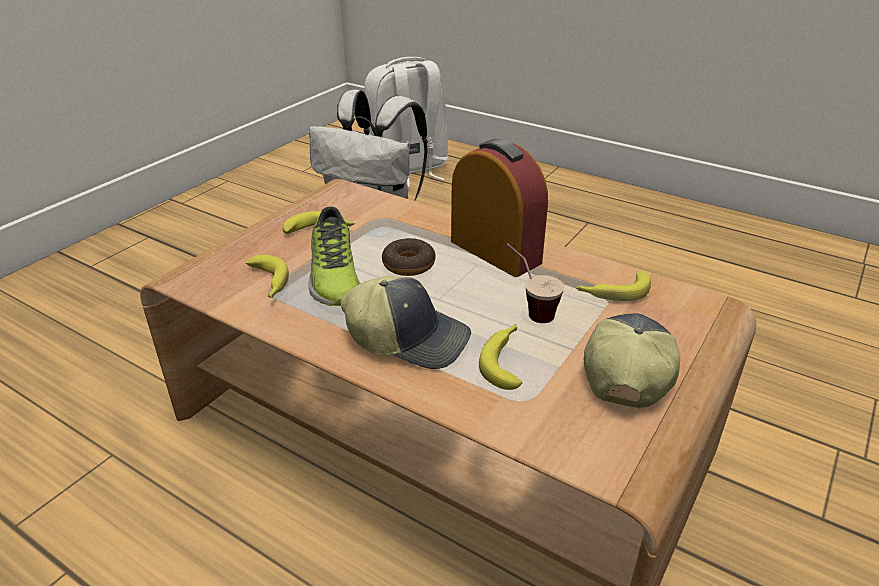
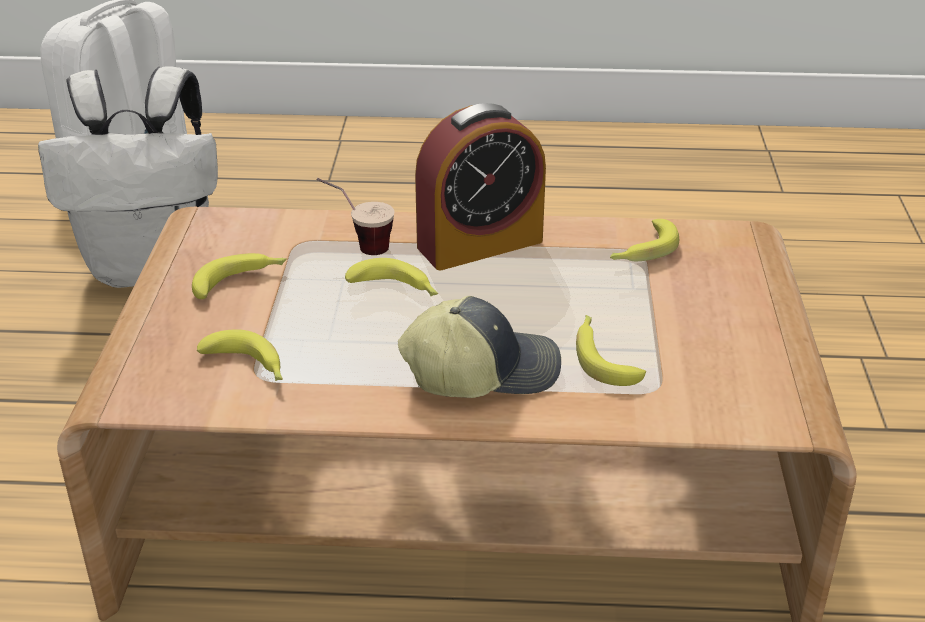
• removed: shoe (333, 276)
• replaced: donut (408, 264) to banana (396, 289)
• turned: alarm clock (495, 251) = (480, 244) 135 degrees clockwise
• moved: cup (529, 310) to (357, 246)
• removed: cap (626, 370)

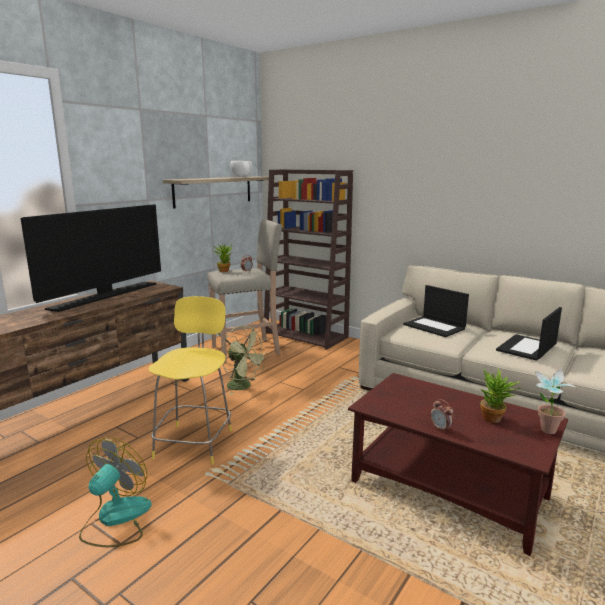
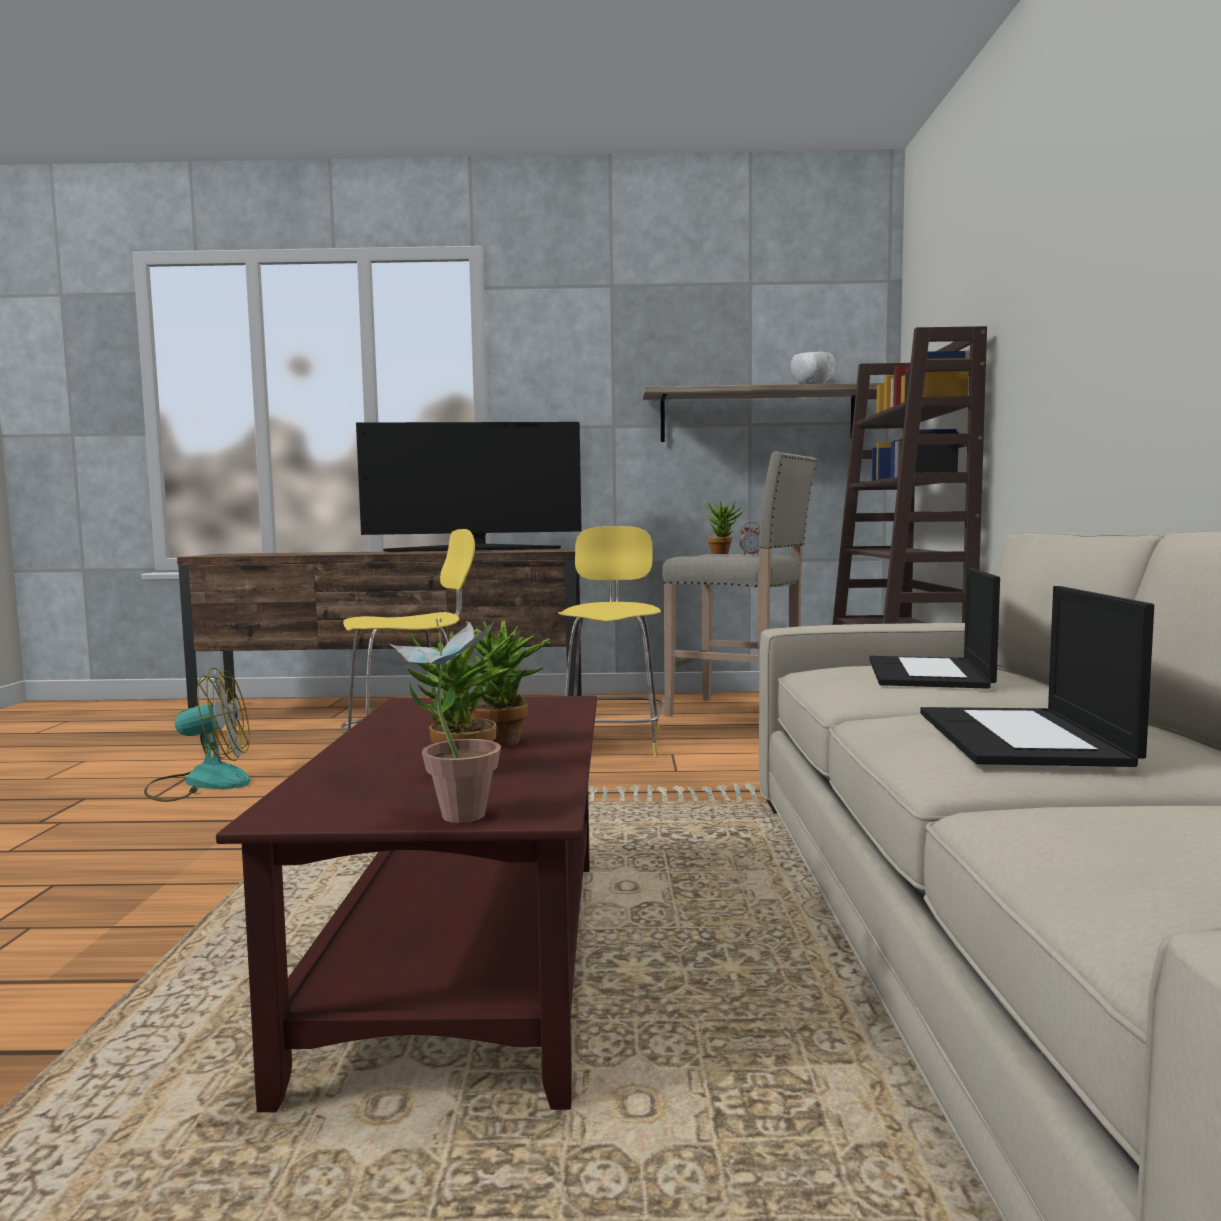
• replaced: green fan (243, 386) to yellow stool (612, 742)
• removed: alarm clock (441, 428)
• turned: laptop (527, 348) = (1023, 738) 90 degrees counterclockwise
• added: potted plant (507, 743)

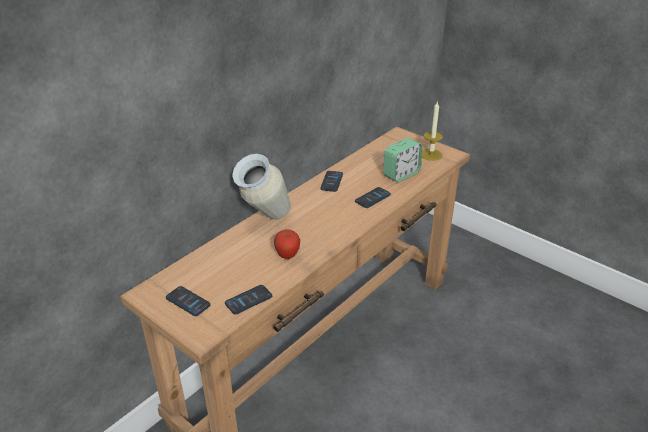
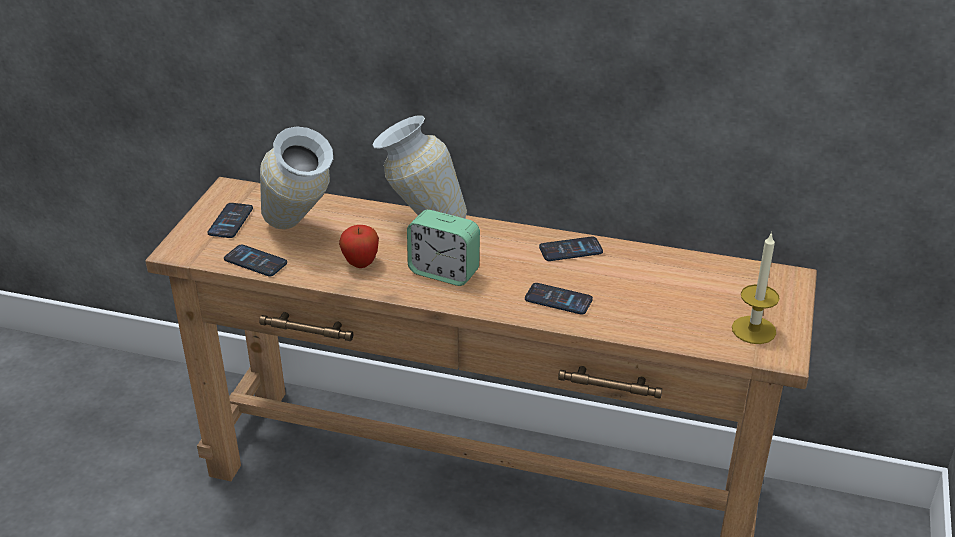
• moved: alarm clock (401, 174) to (444, 272)
• added: vase (299, 235)

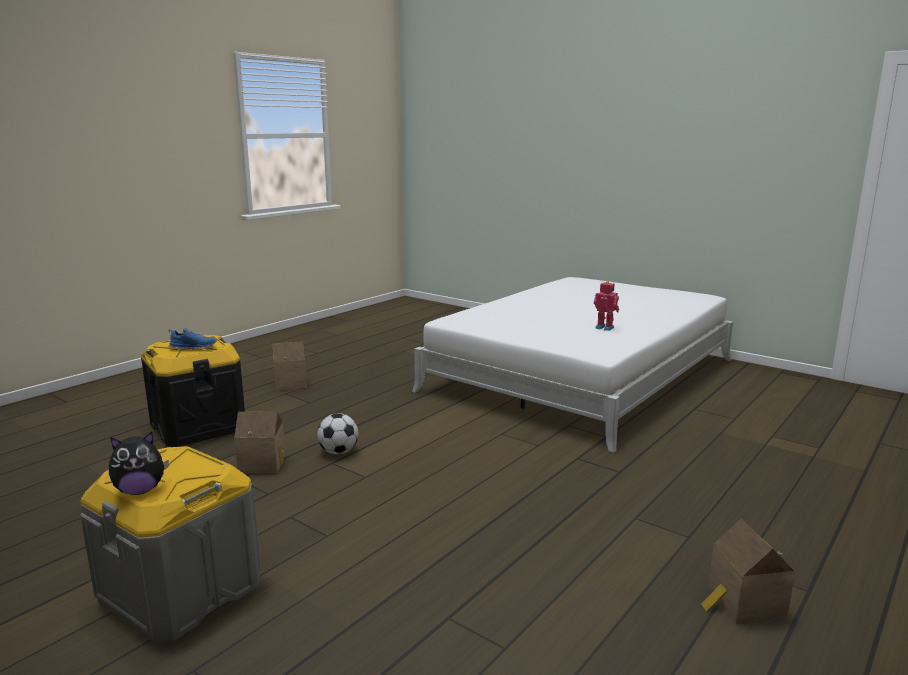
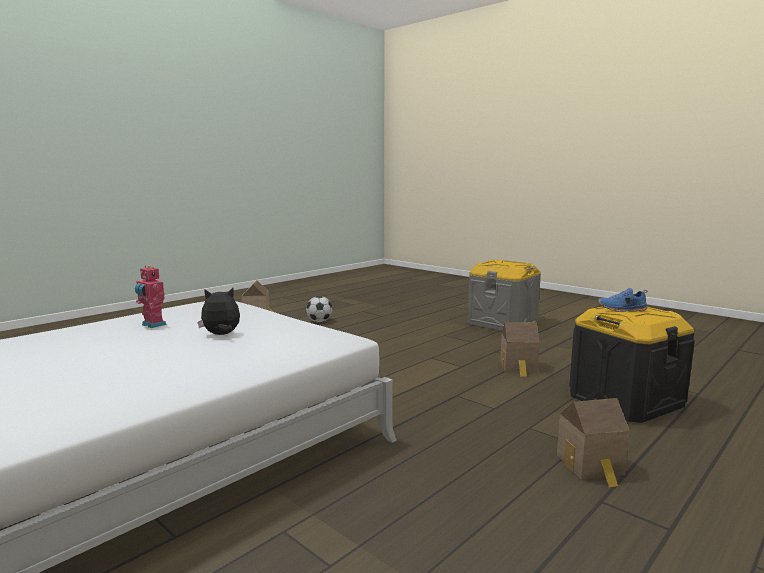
• moved: plush toy (140, 490) to (221, 335)
• moved: football (338, 452) to (319, 321)

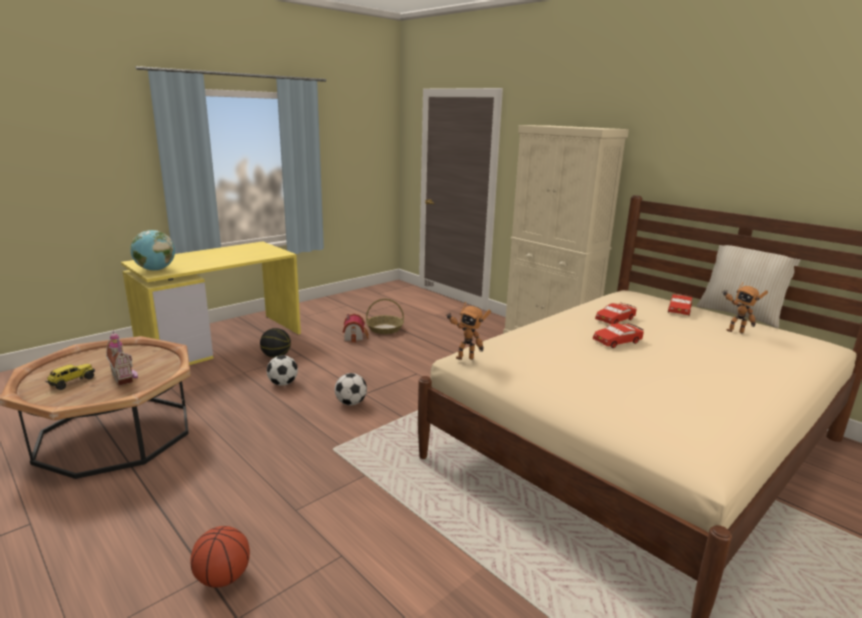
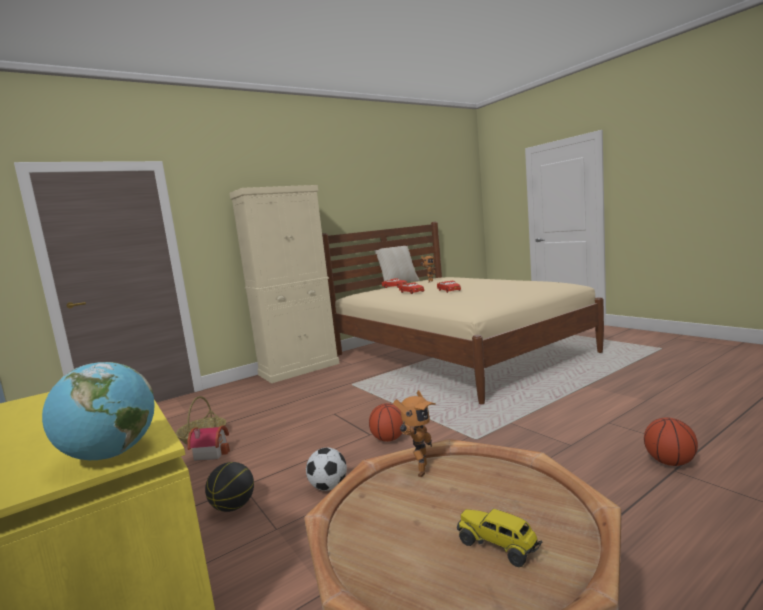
• removed: toy house (125, 377)
• replaced: football (351, 403) to basketball (389, 439)
• moved: toy robot (464, 357) to (418, 470)

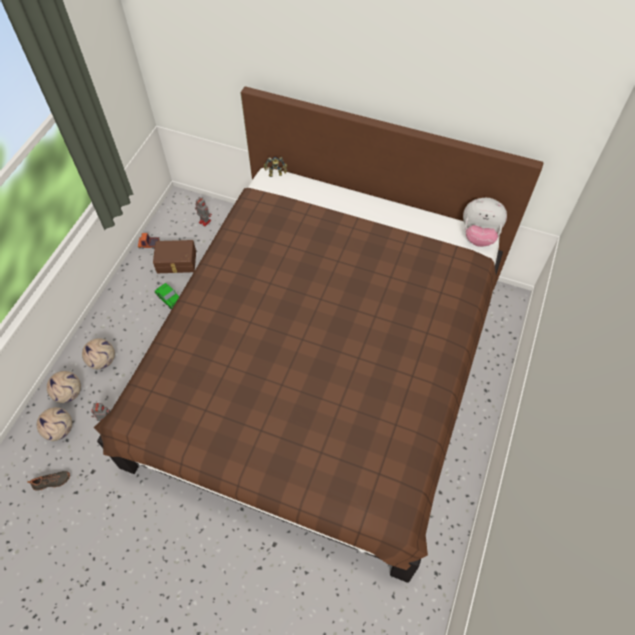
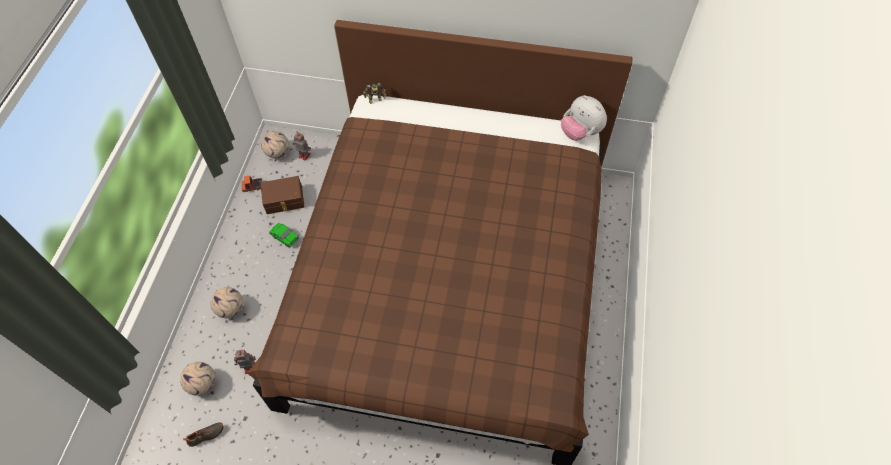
• moved: football (69, 393) to (278, 153)
• turned: plush toy (479, 235) = (580, 132) 45 degrees clockwise

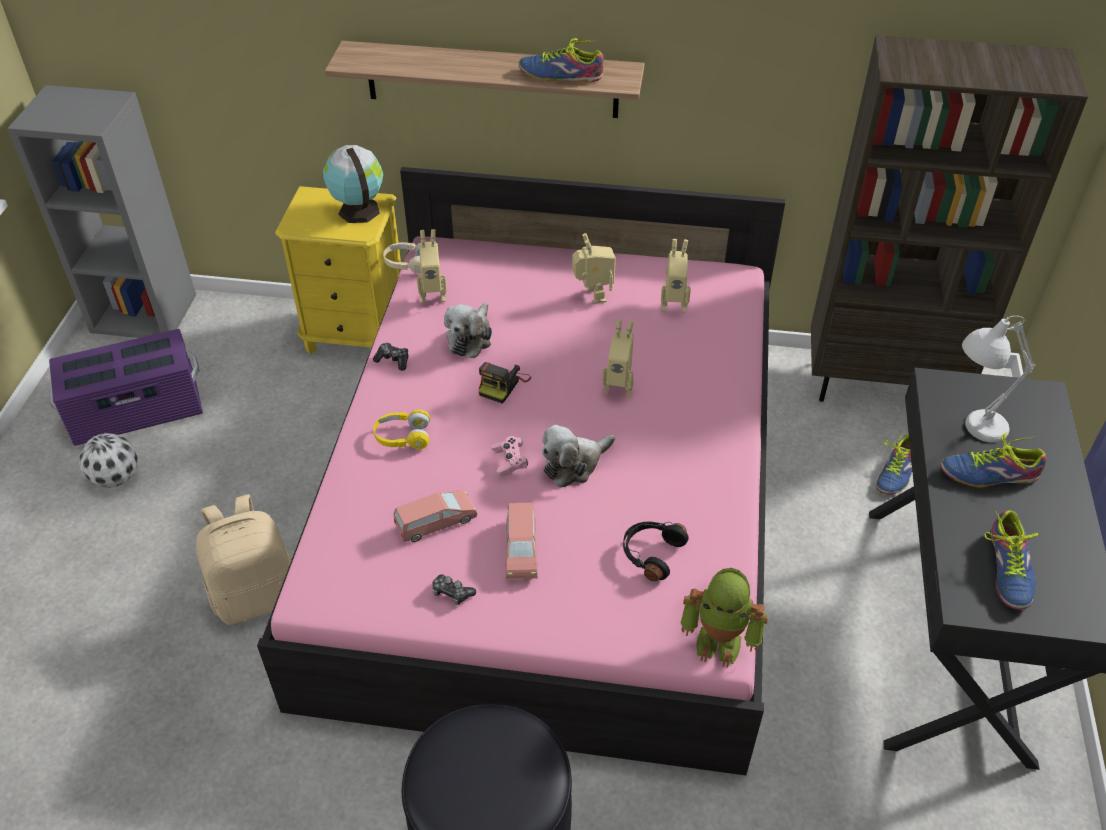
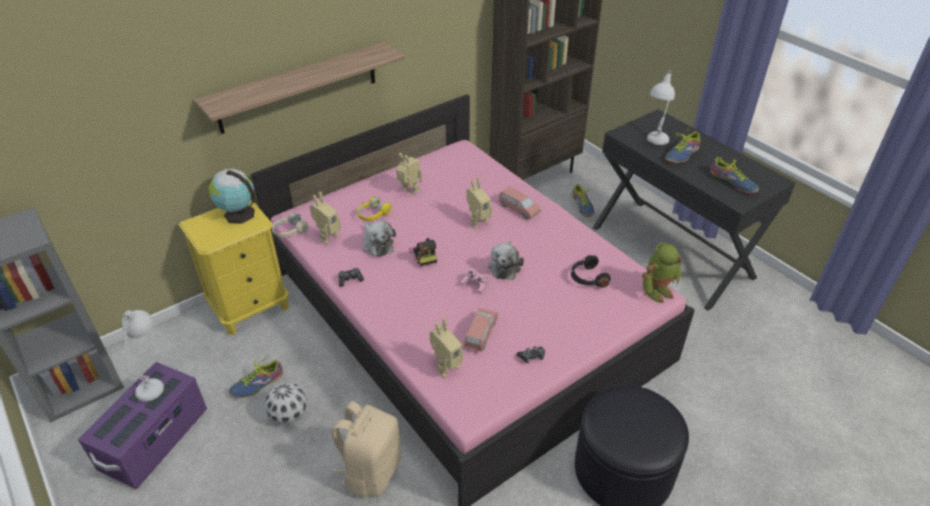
• moved: football (115, 478) to (289, 415)
• moved: yellow headphones (403, 437) to (373, 215)
• moved: pink toy car (521, 549) to (519, 209)
• moved: shoe (561, 75) to (257, 384)
• moved: toy robot (673, 304) to (445, 367)
• added: white table lamp (155, 381)

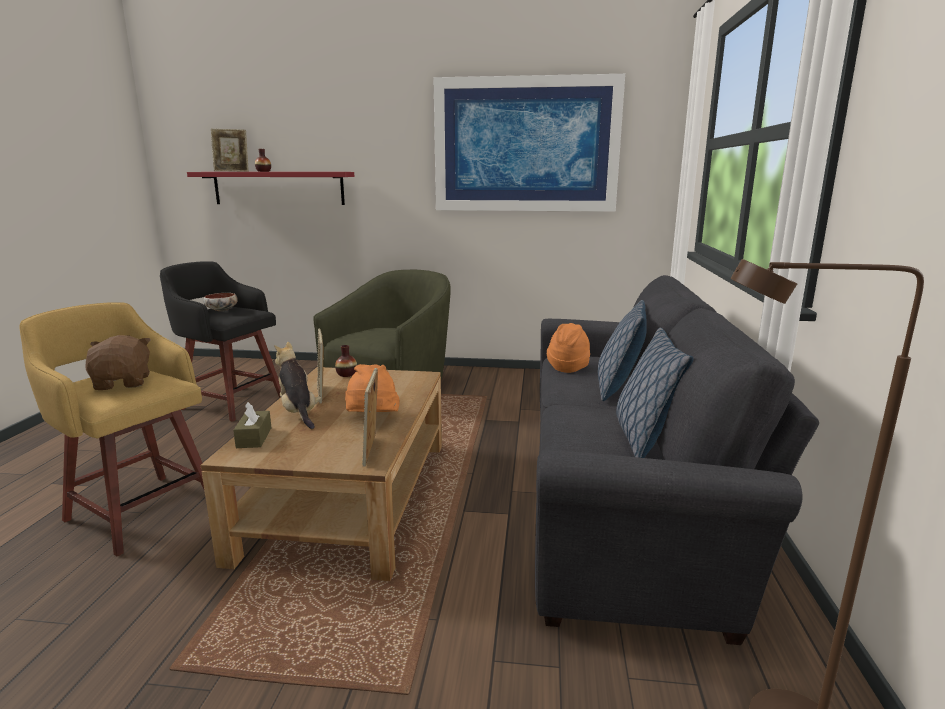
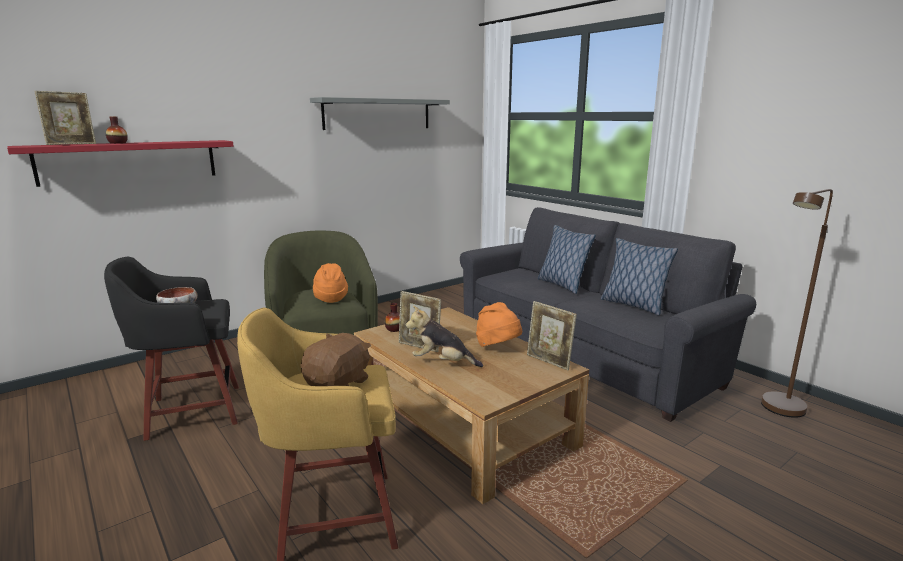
• turned: brown plush toy (123, 383) = (339, 383) 90 degrees clockwise
• removed: brown tissue box (254, 438)
• replaced: picture (526, 145) to grey shelf (378, 114)
• moved: orange hat (568, 367) to (330, 298)

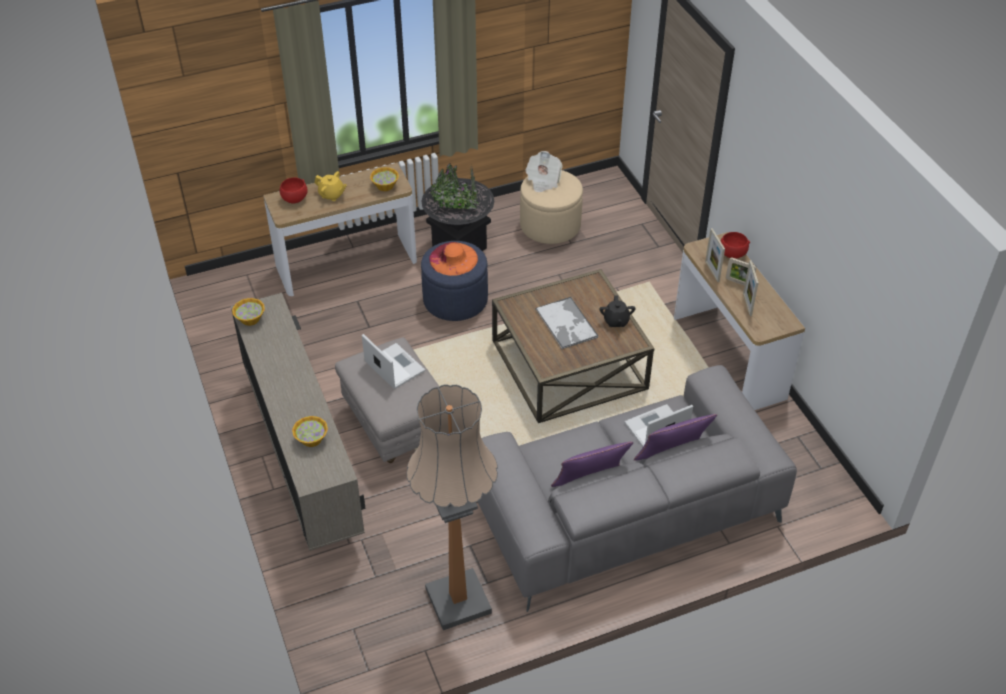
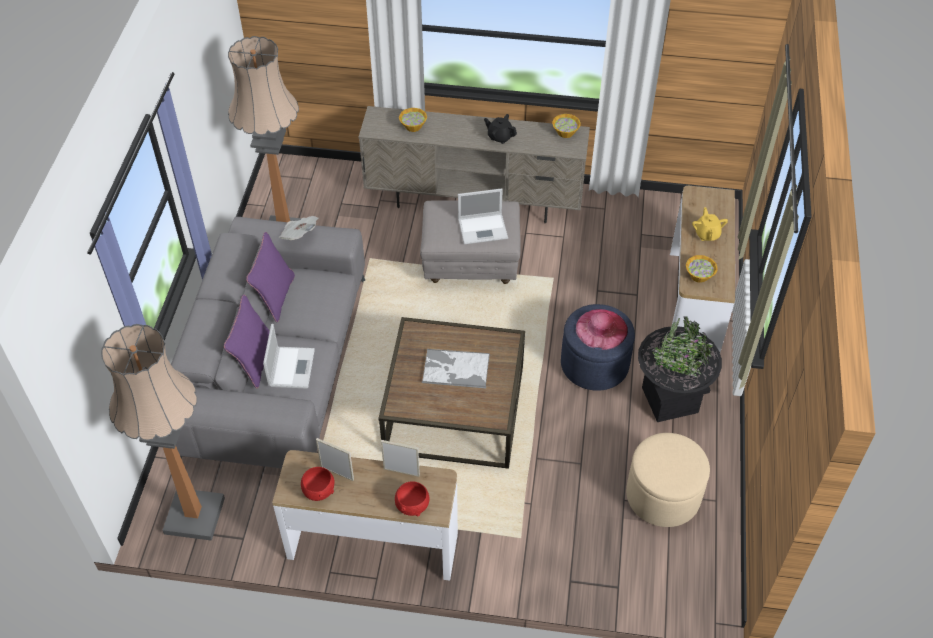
• moved: red bowl (294, 199) to (319, 490)
• turned: yellow teapot (331, 195) = (707, 234) 120 degrees clockwise
• recoloured: orange hat (453, 259) to pink hat (601, 329)
• moved: newspaper (543, 180) to (299, 235)
• moved: black teapot (616, 321) to (500, 137)
• removed: picture frame (739, 282)
• added: floor lamp (194, 515)

